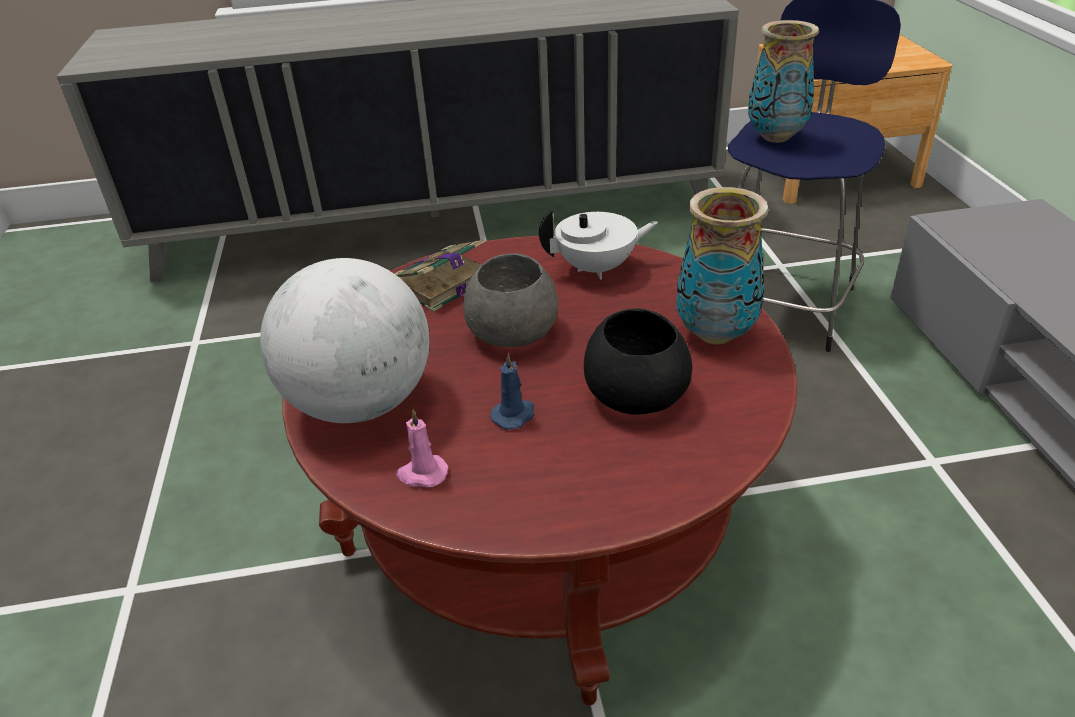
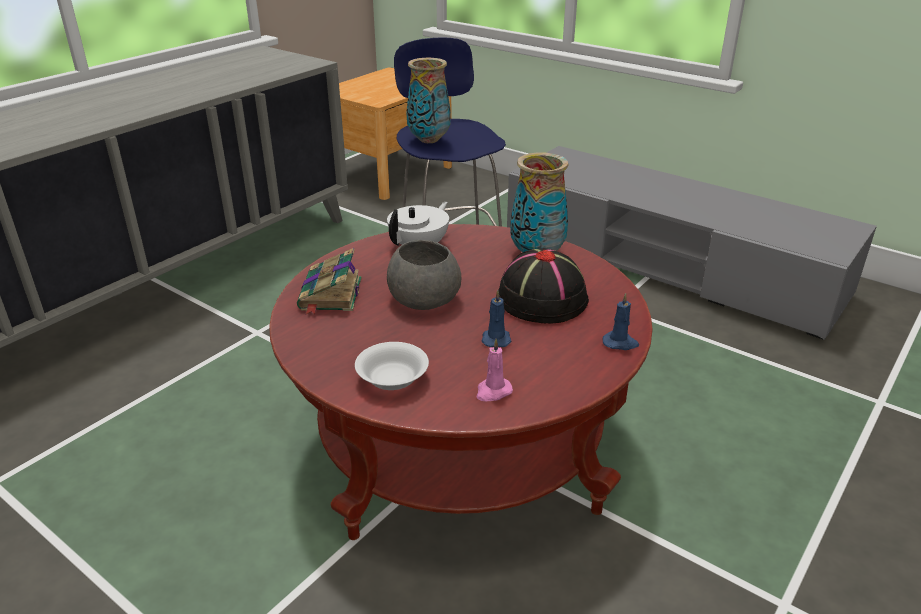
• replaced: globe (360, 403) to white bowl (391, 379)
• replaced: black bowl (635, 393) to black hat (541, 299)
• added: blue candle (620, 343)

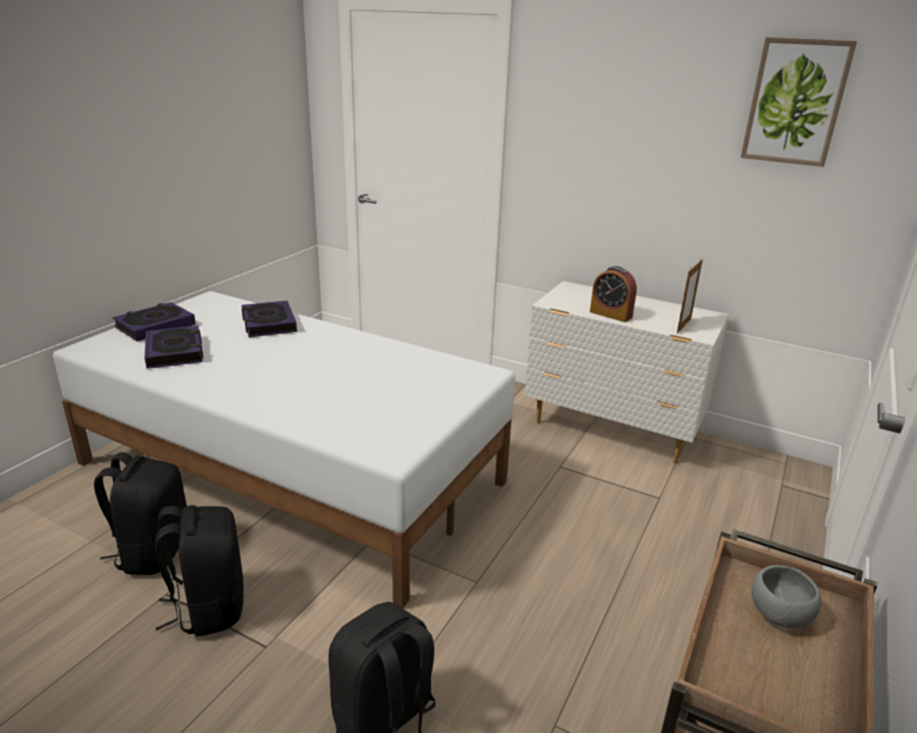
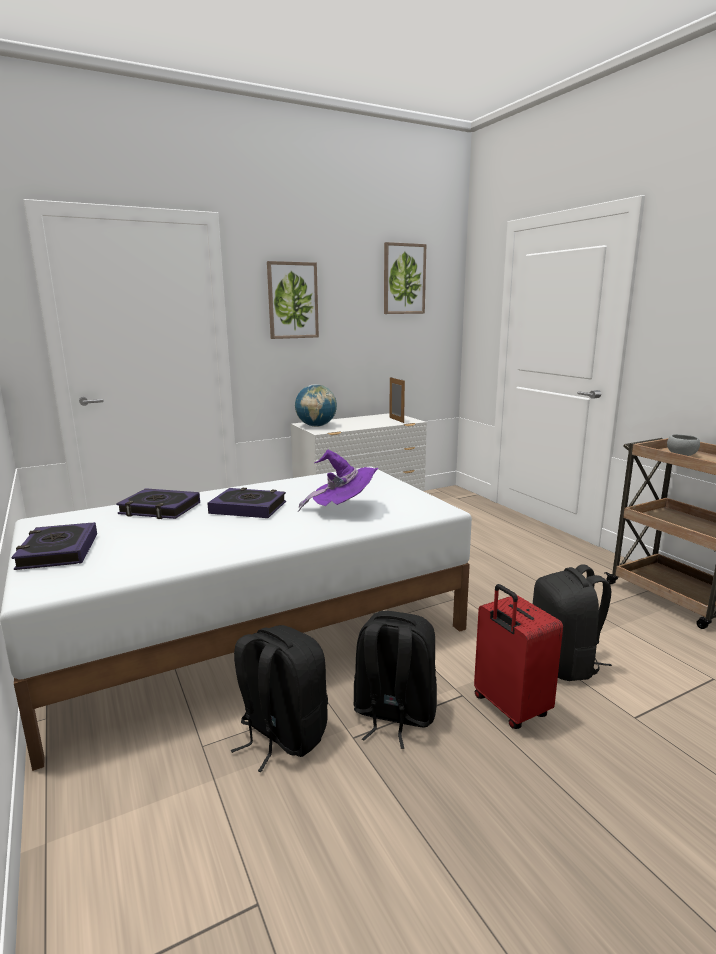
• moved: book (175, 352) to (248, 508)
• removed: alarm clock (611, 314)
• added: picture (292, 300)
• added: globe (316, 426)
• added: purple hat (343, 509)
• added: red suitcase (509, 708)

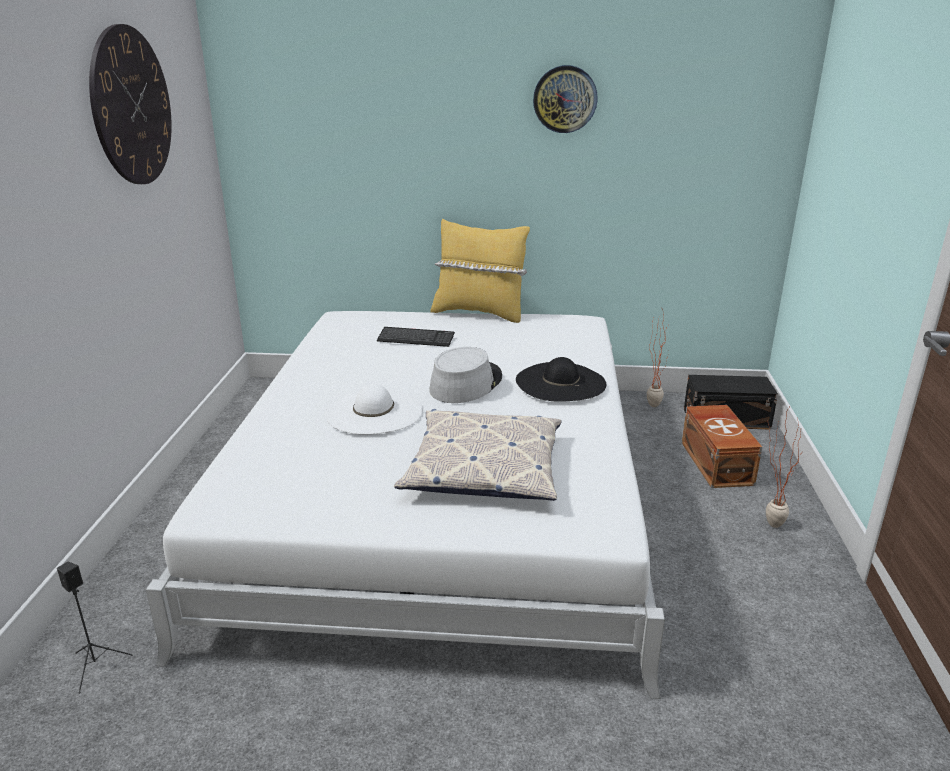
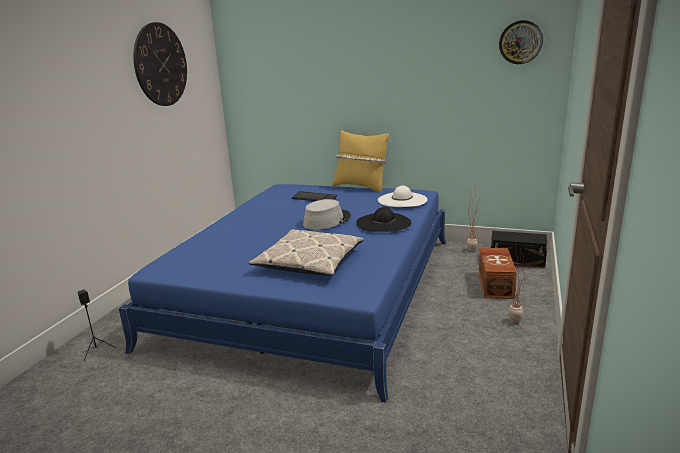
• recoloured: white bed (441, 495) to blue bed (313, 288)
• moved: white hat (374, 412) to (402, 200)
• moved: wall clock (565, 99) to (520, 42)

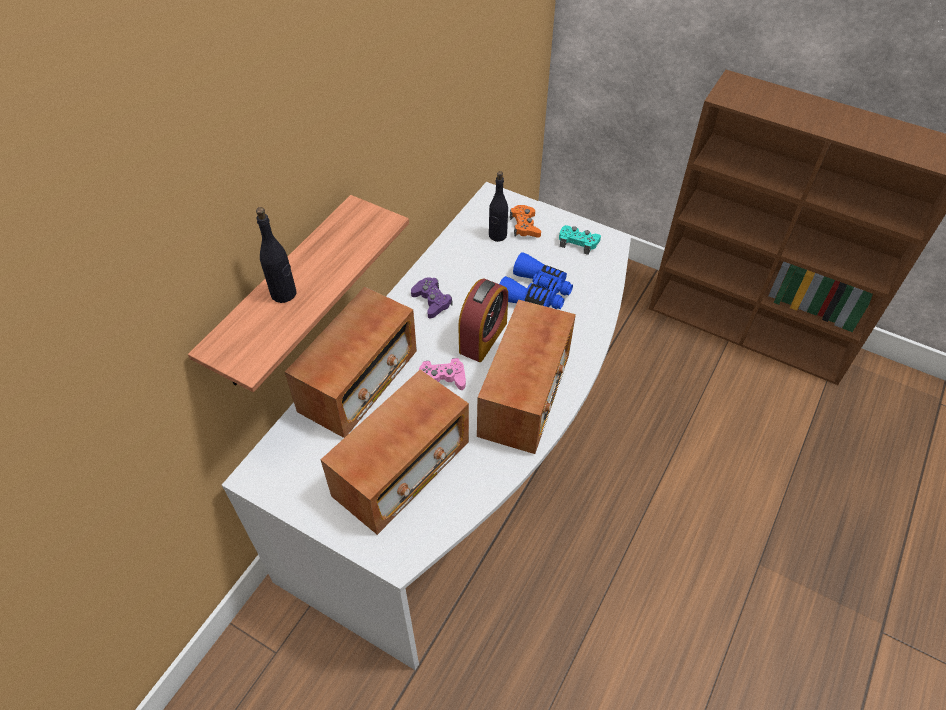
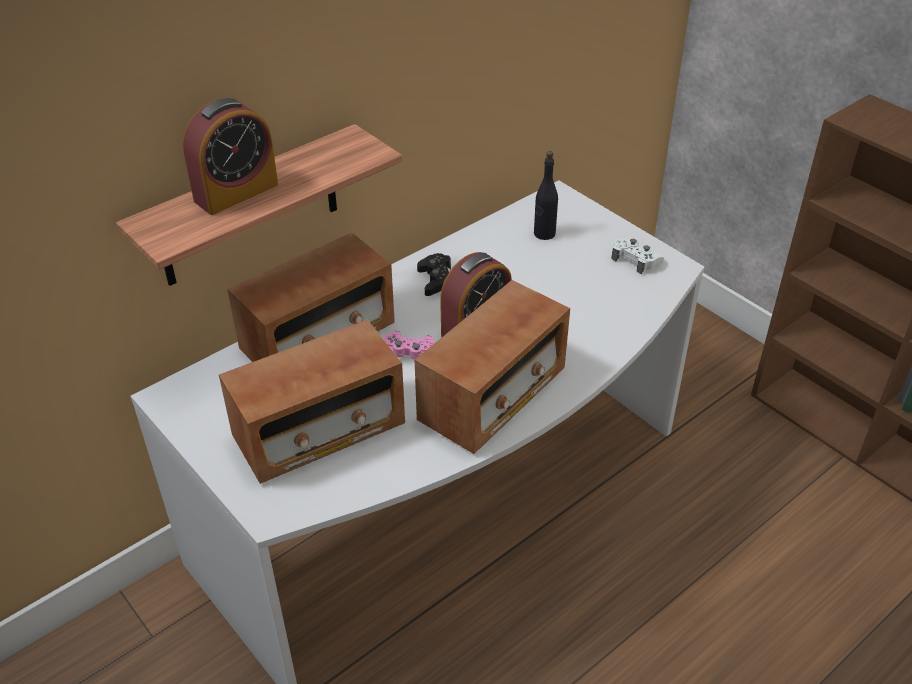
• replaced: black bottle (284, 294) to alarm clock (236, 192)
• recoloured: purple game controller (432, 301) to black game controller (437, 280)
• removed: blue binoculars (536, 293)
• removed: orange game controller (525, 226)
• recoloured: turquoise game controller (578, 242) to white game controller (636, 260)

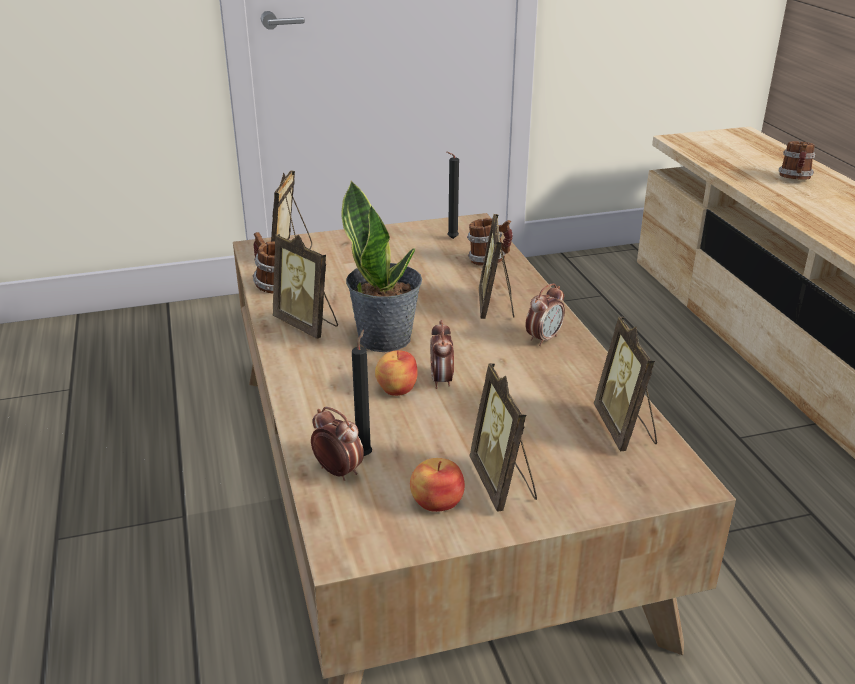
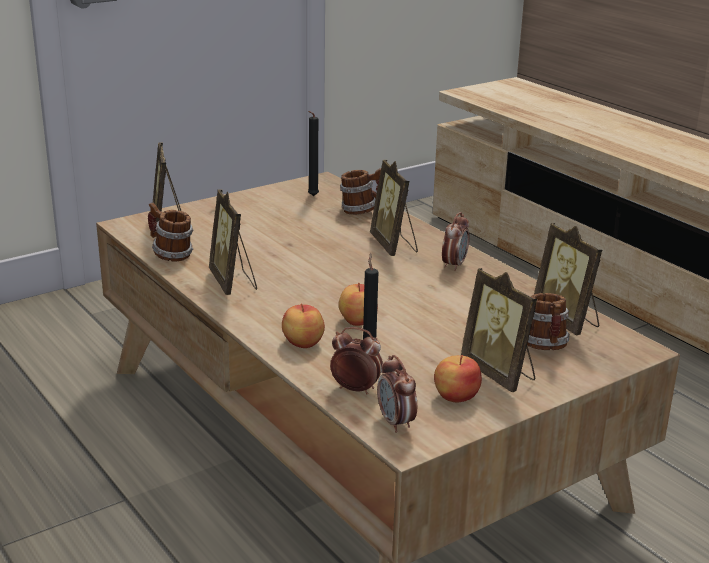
• turned: picture frame (308, 324) = (233, 282) 45 degrees clockwise
• removed: potted plant (385, 338)
• moved: alarm clock (441, 380) to (396, 422)
• moved: mug (795, 179) to (546, 347)
• added: apple (302, 343)

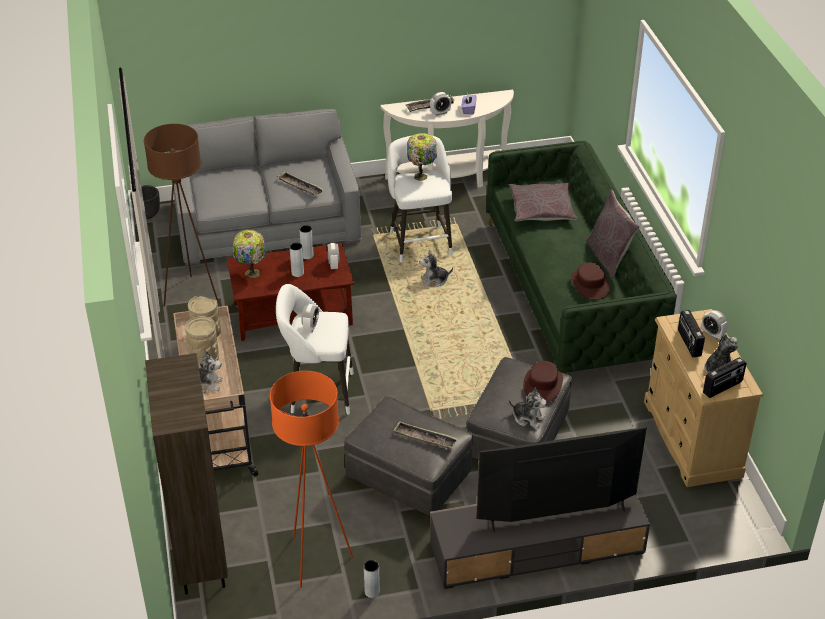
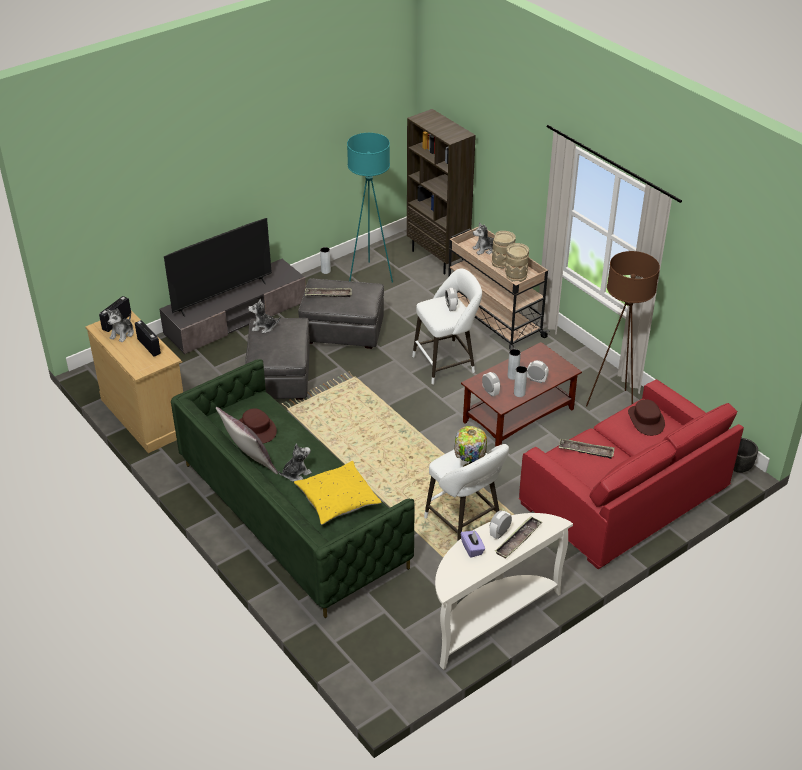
• recoloured: grey sofa (266, 222) to red sofa (624, 495)
• removed: table lamp (251, 273)
• recoloured: orange floor lamp (315, 559) to turquoise floor lamp (370, 276)
• moved: plush toy (434, 280) to (296, 473)
• recoloured: grey pillow (542, 209) to yellow pillow (337, 499)
• moved: brown hat (542, 385) to (646, 420)
• moved: alarm clock (712, 334) to (536, 380)

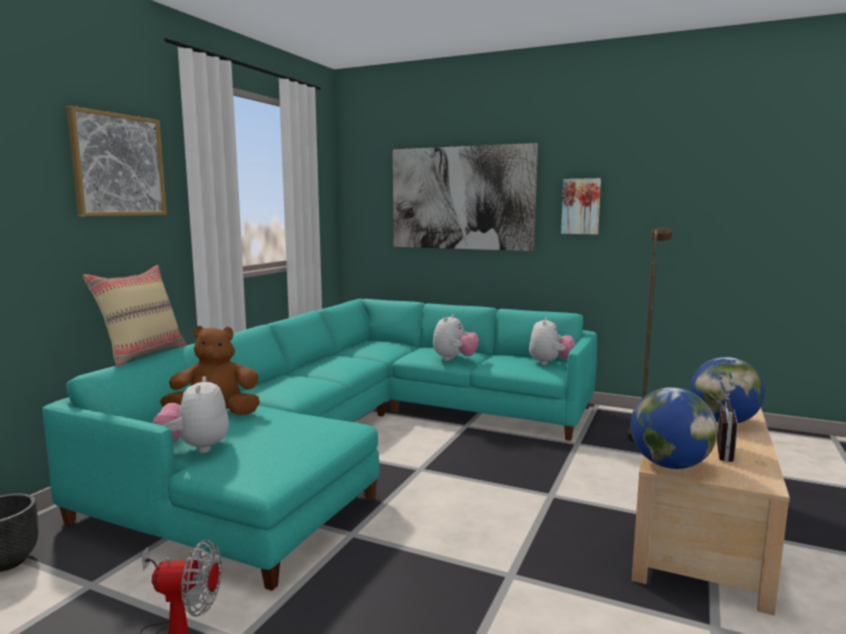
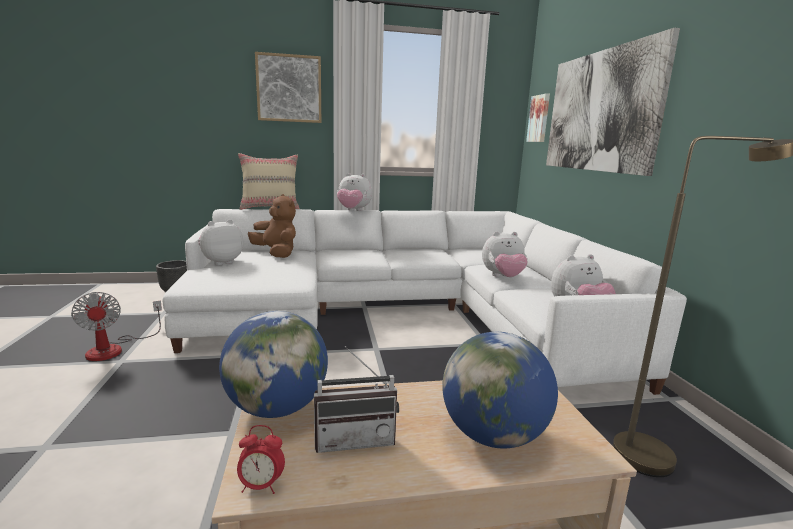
• recoloured: turquoise sofa (357, 436) to white sofa (401, 313)
• moved: picture (581, 206) to (539, 118)
• added: alarm clock (261, 486)
• added: plush toy (353, 211)

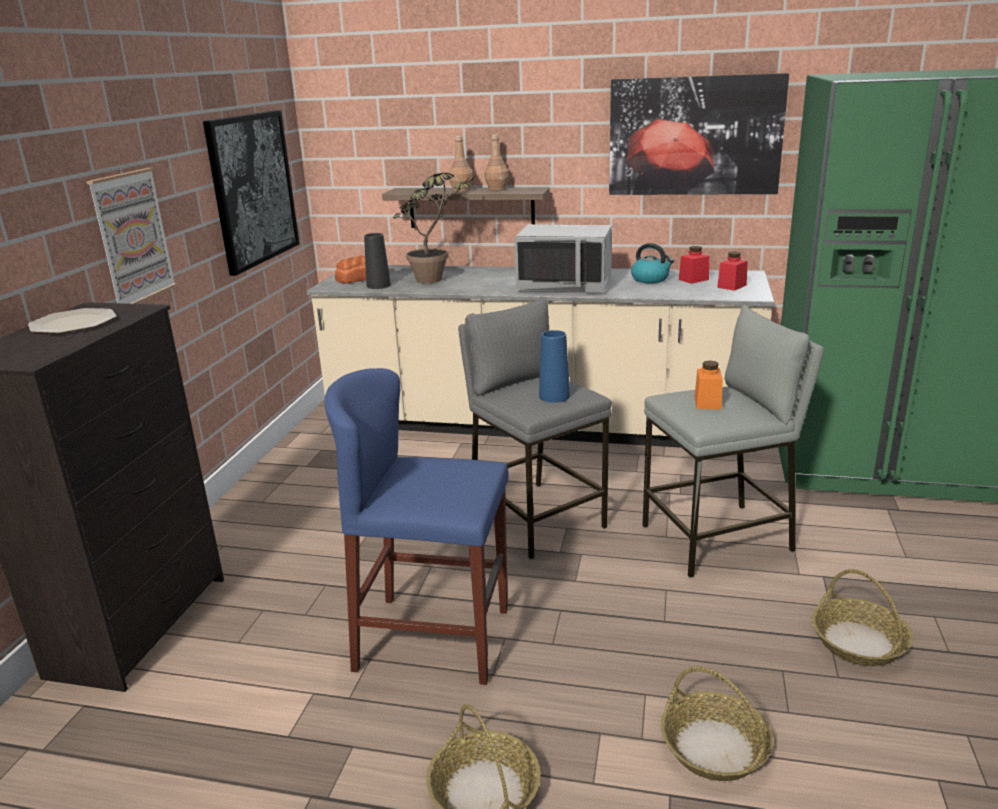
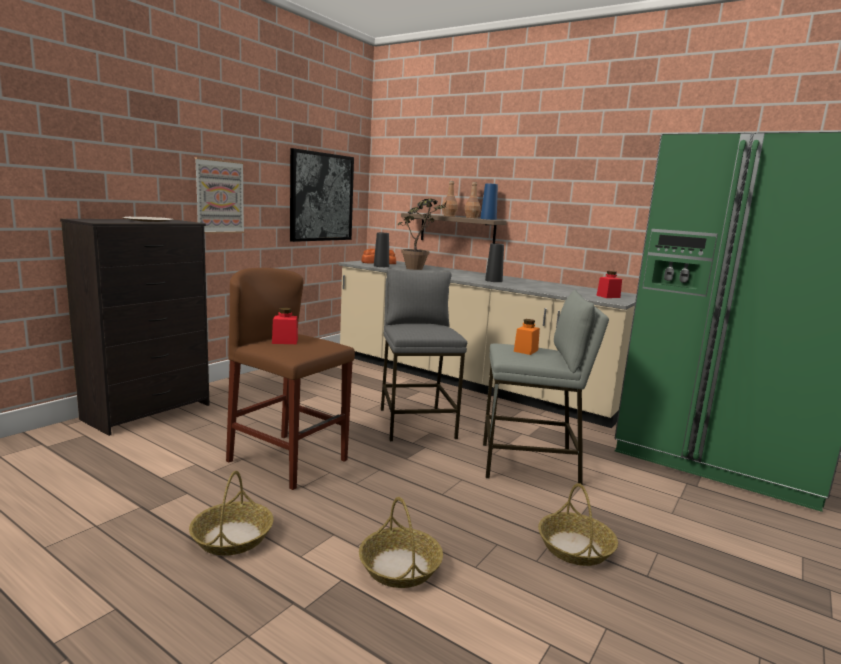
• recoloured: blue stool (433, 639) to brown stool (288, 460)
• replaced: grey microwave (565, 285) to black vase (493, 281)
• moved: blue vase (554, 396) to (488, 219)
• removed: picture (694, 136)
• removed: kettle (650, 279)
• moved: red jar (693, 279) to (285, 341)

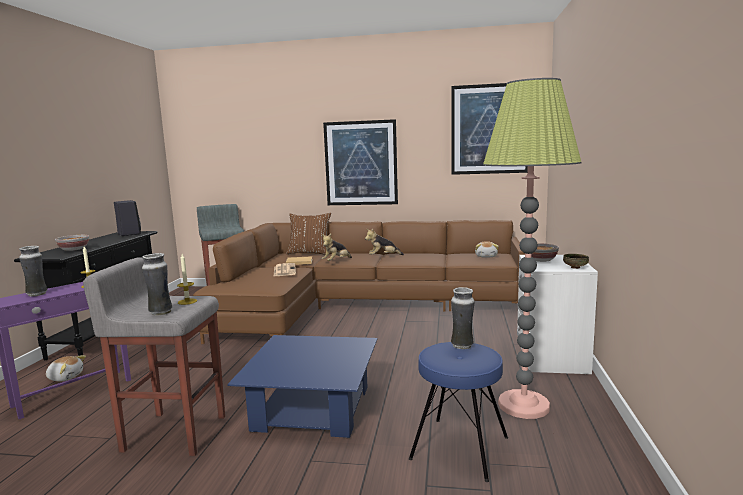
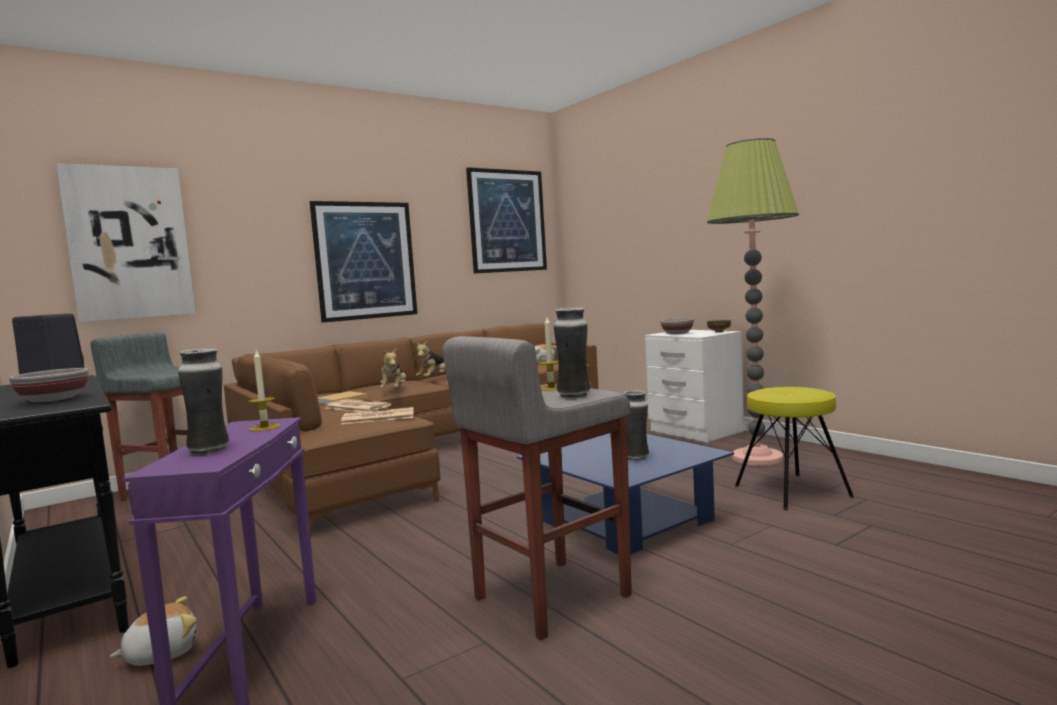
• removed: brown pillow (309, 253)
• recoloured: blue stool (460, 447) to yellow stool (792, 491)
• moved: vase (462, 346) to (637, 458)
• added: picture (129, 243)
• added: newspaper (377, 417)

